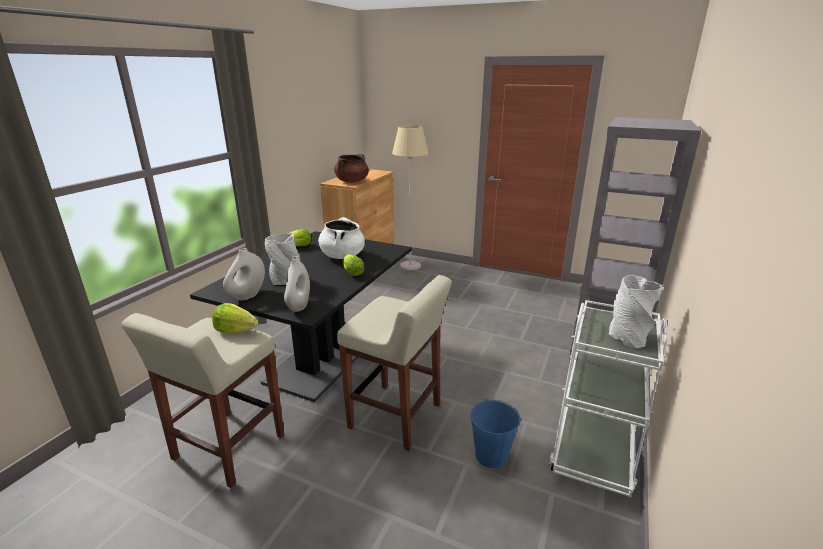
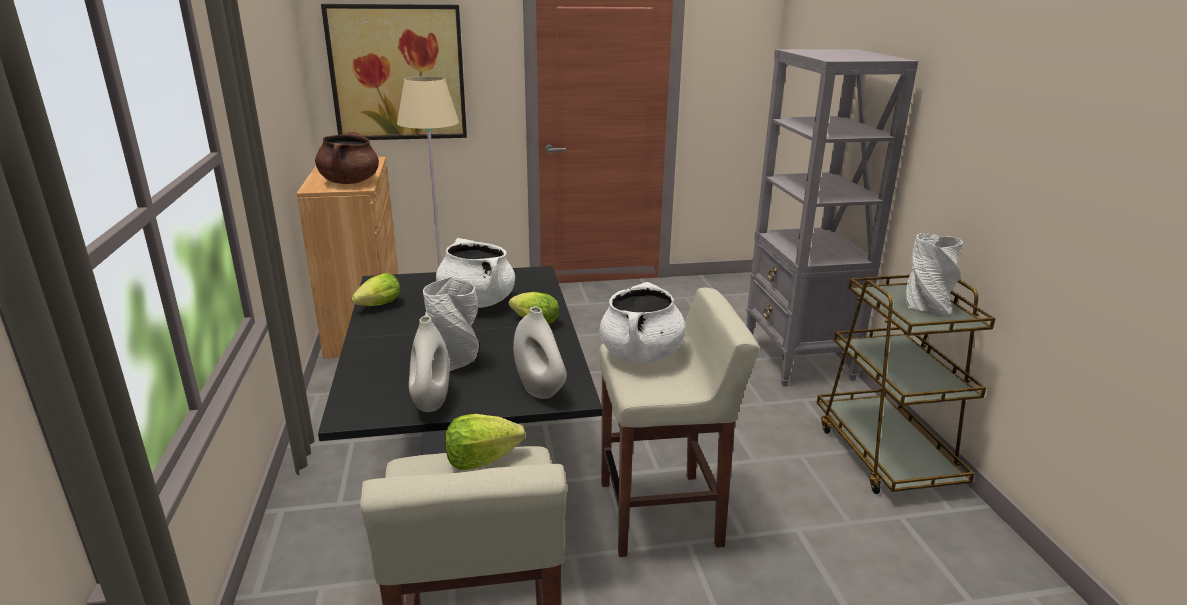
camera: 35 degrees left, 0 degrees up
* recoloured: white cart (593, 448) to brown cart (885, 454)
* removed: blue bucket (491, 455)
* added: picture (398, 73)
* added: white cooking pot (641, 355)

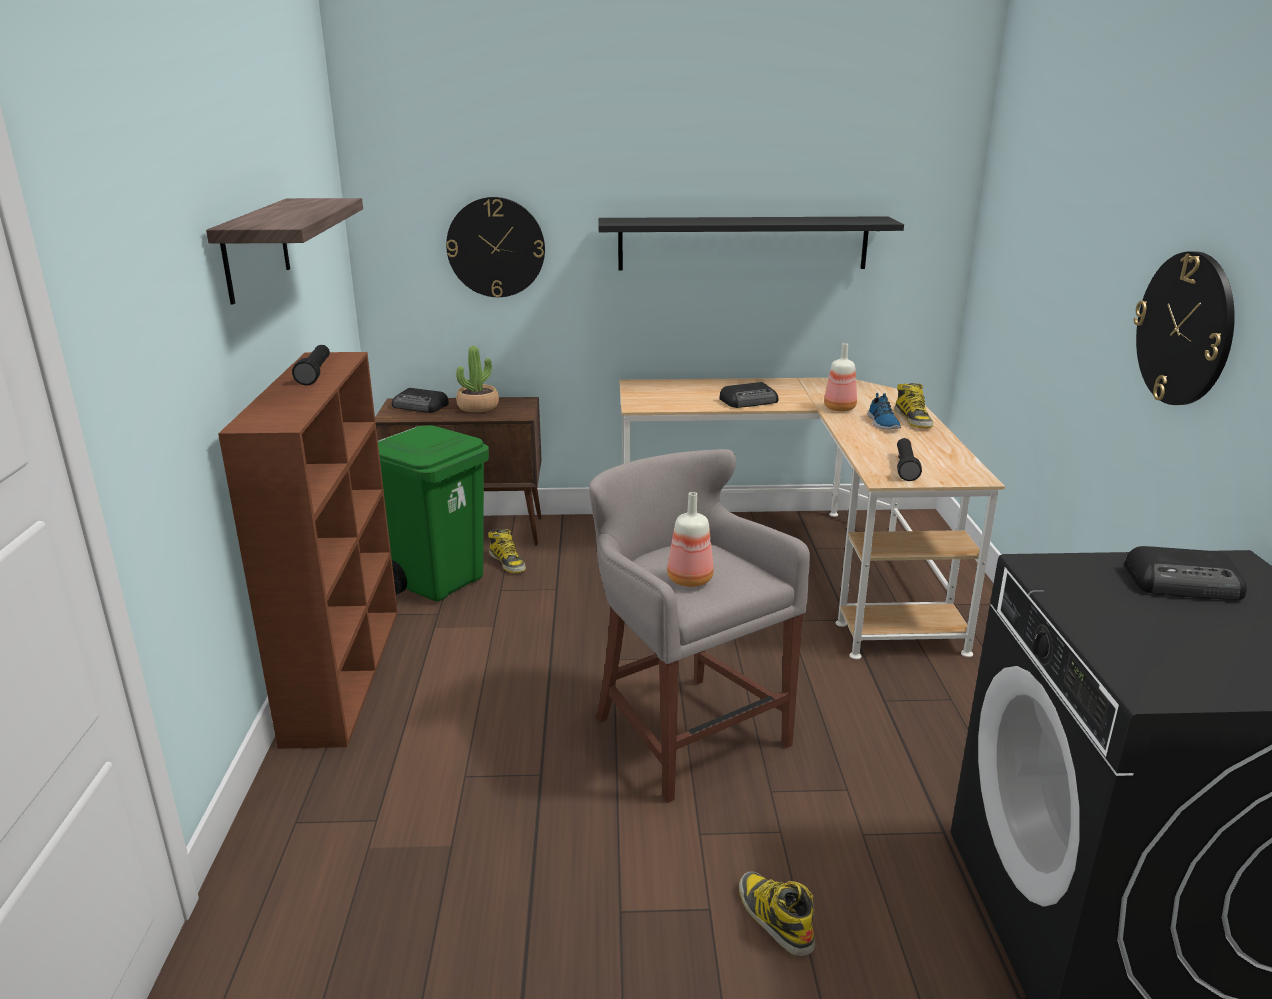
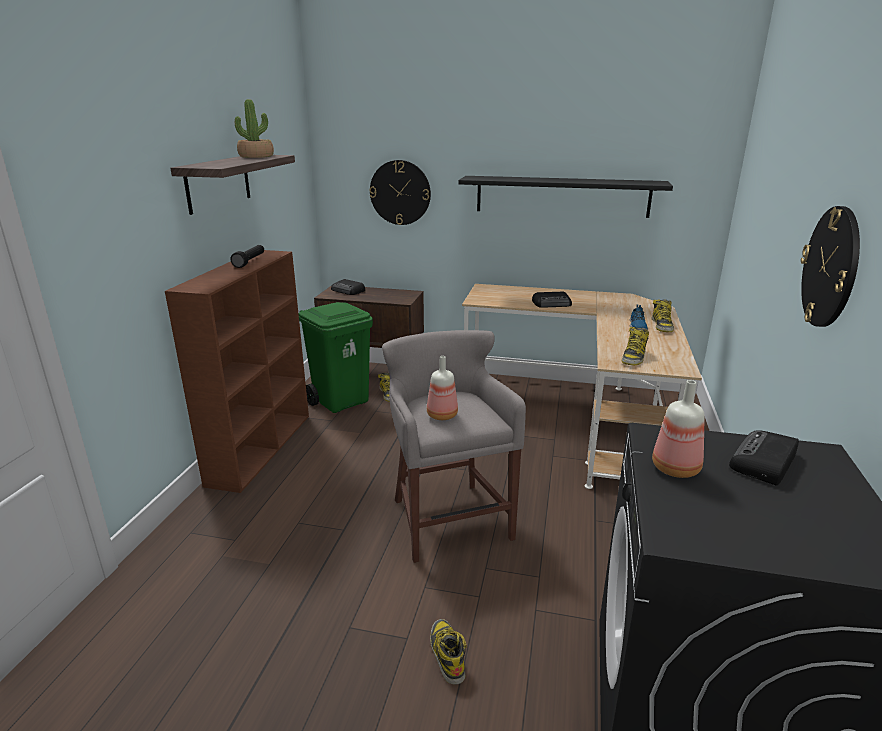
camera: 15 degrees right, 0 degrees up
* moved: bottle (840, 408) to (676, 468)
* moved: potted plant (478, 407) to (256, 156)
* replaced: black flashlight (905, 467) to boot (634, 357)
* turned: radio (1185, 583) = (763, 462) 105 degrees clockwise

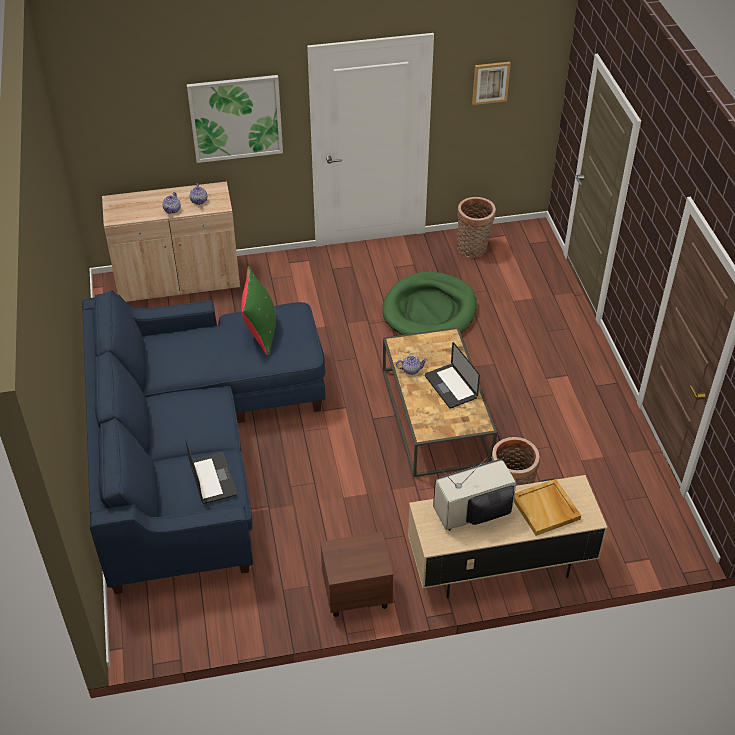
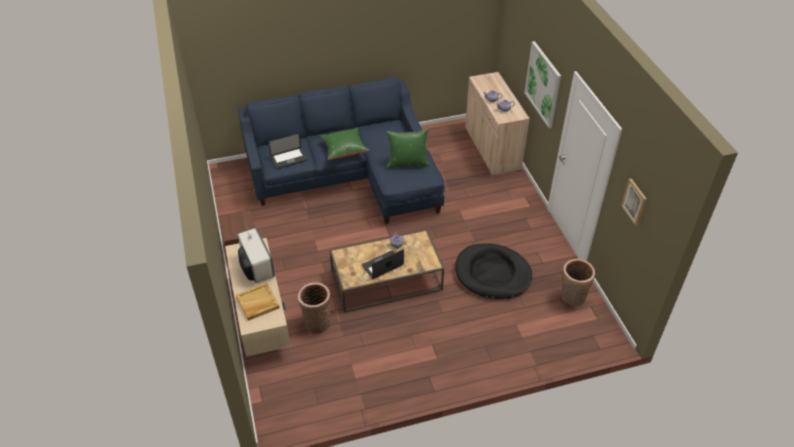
camera: 85 degrees right, 0 degrees up
* recoloured: green dog bed (429, 310) to black dog bed (492, 274)
* added: green pillow (344, 150)

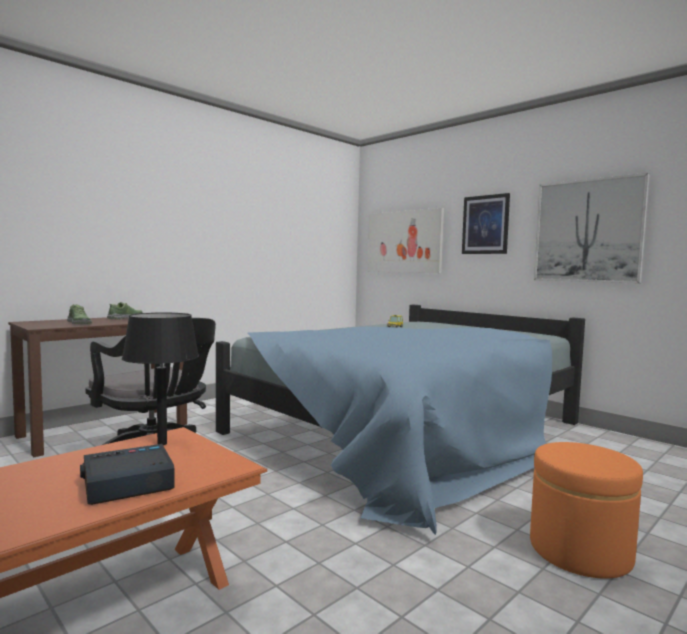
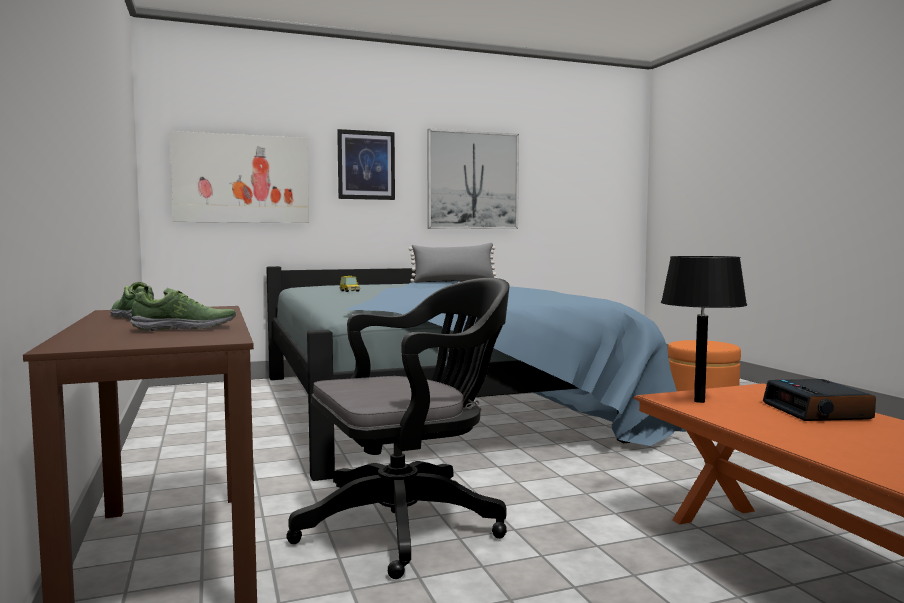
camera: 65 degrees left, 0 degrees up
* added: grey pillow (454, 282)

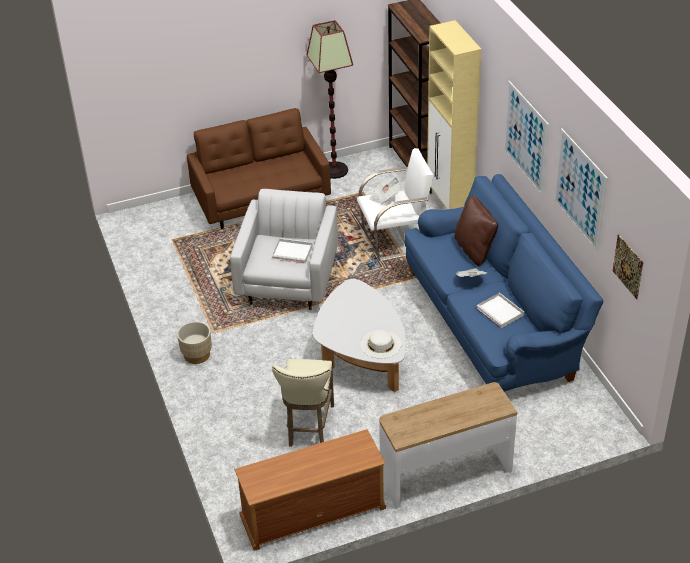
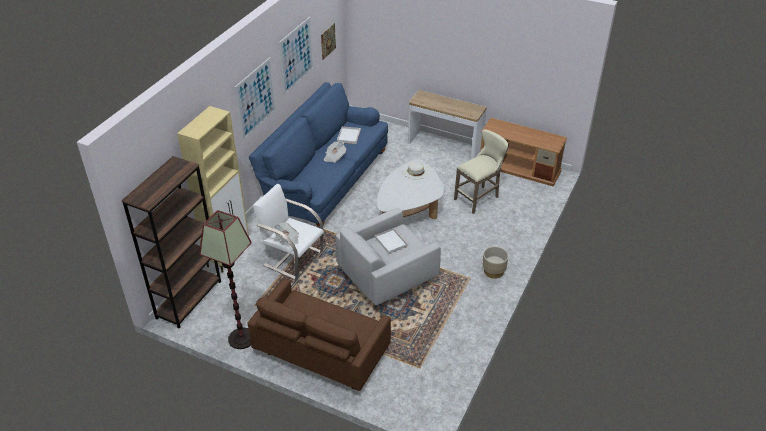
camera: 135 degrees left, 0 degrees up
* removed: brown pillow (474, 250)

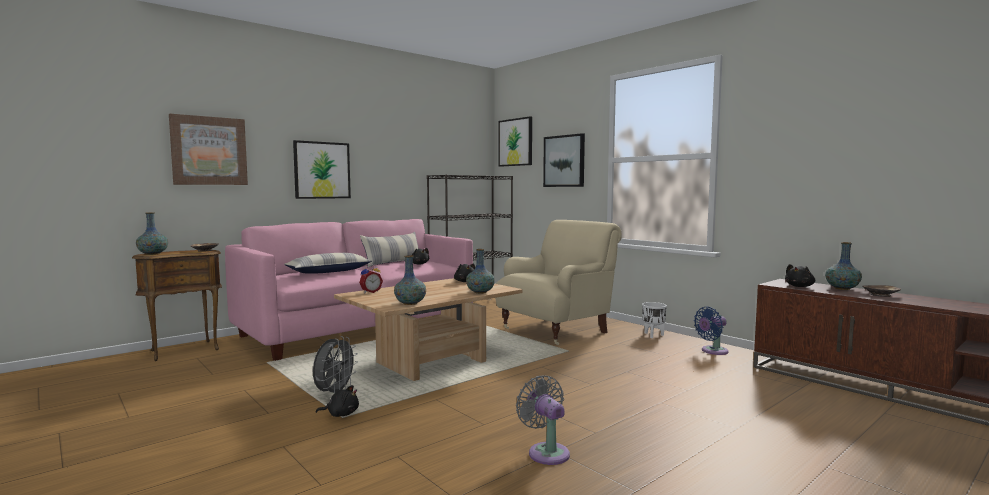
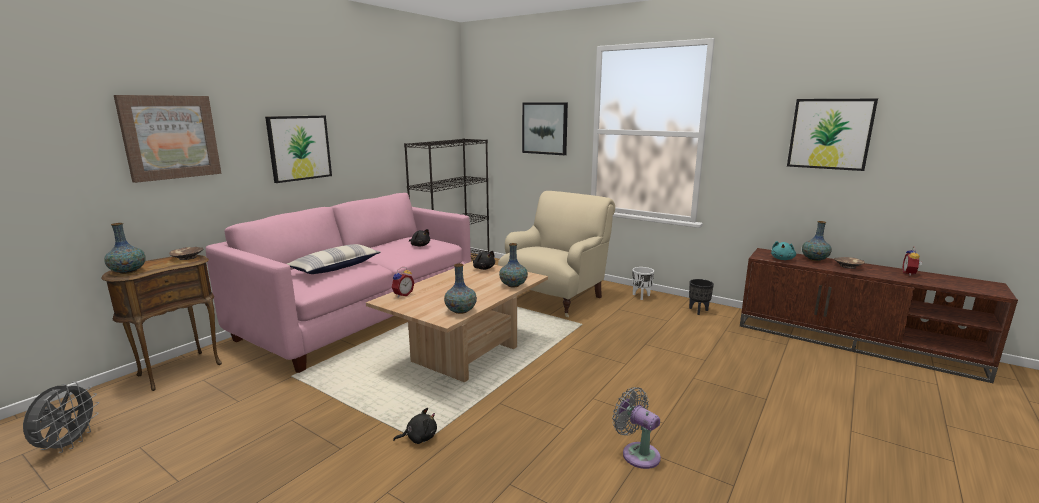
camera: 15 degrees left, 10 degrees up
* moved: picture (515, 142) to (830, 134)
* removed: pillow (393, 263)
* recoloured: black plush toy (800, 286) to turquoise plush toy (782, 259)
* replaced: blue fan (712, 351) to black planter (698, 311)
* moved: grey fan (334, 393) to (68, 444)
* added: alarm clock (910, 274)

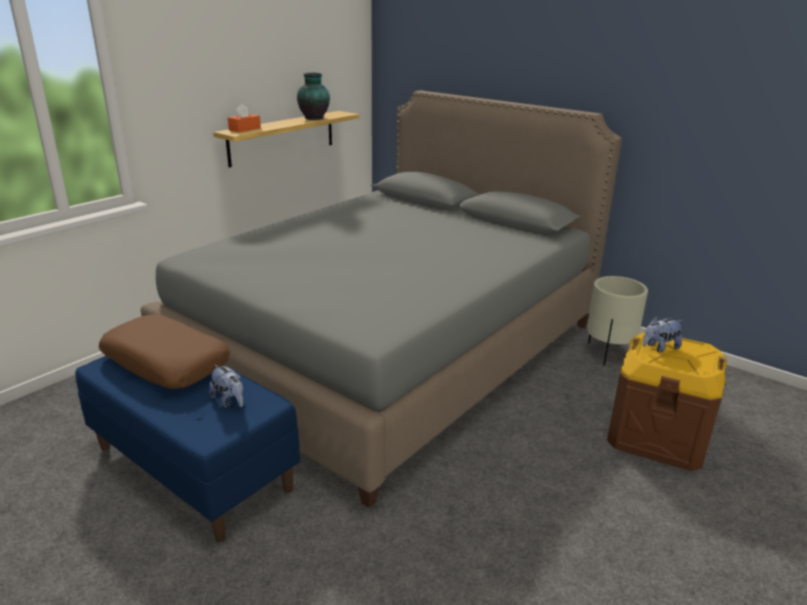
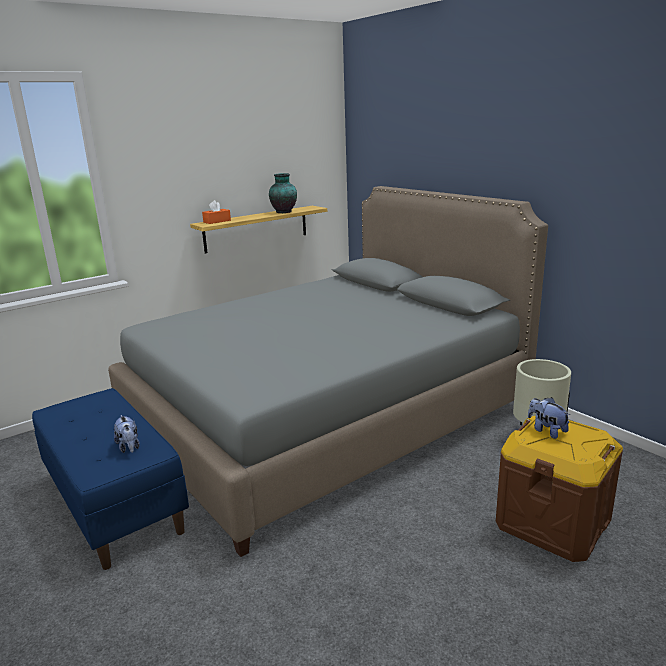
camera: 15 degrees right, 5 degrees down
* removed: brown pillow (167, 362)
* turned: plush toy (659, 348) = (546, 430) 60 degrees clockwise

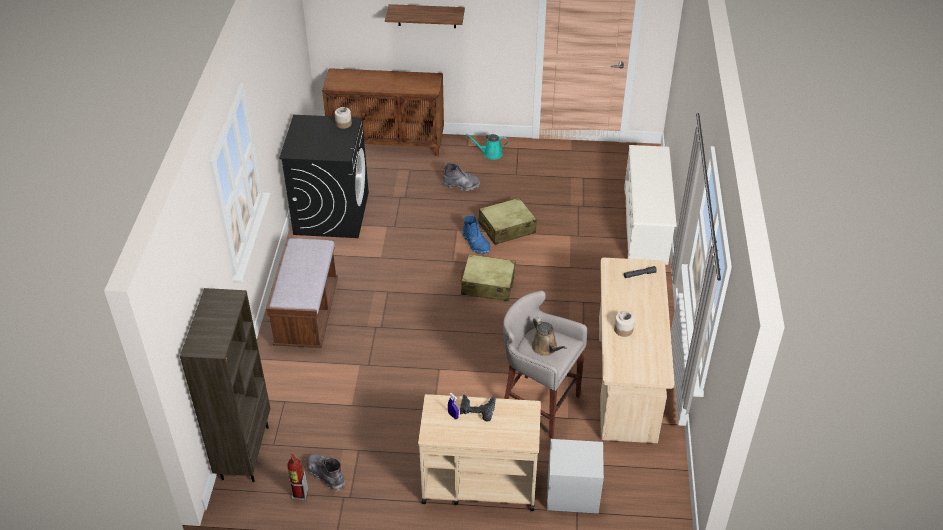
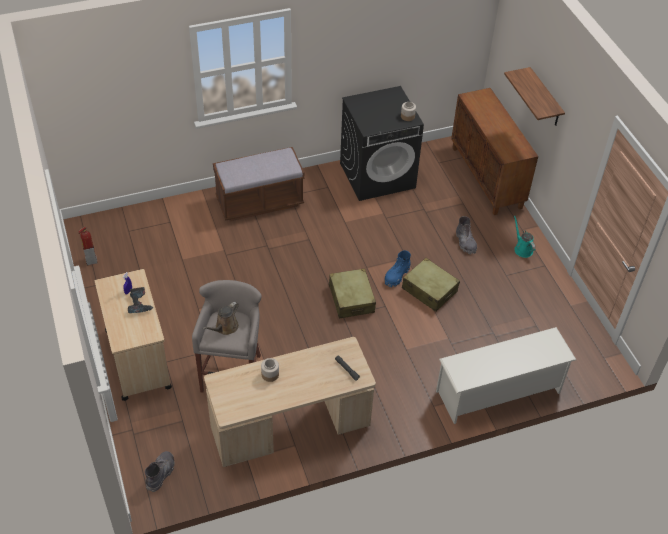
camera: 65 degrees right, 5 degrees up
* removed: brown bookcase (244, 452)
* removed: grey nightstand (572, 494)
* moved: grey boot (326, 475) to (161, 473)

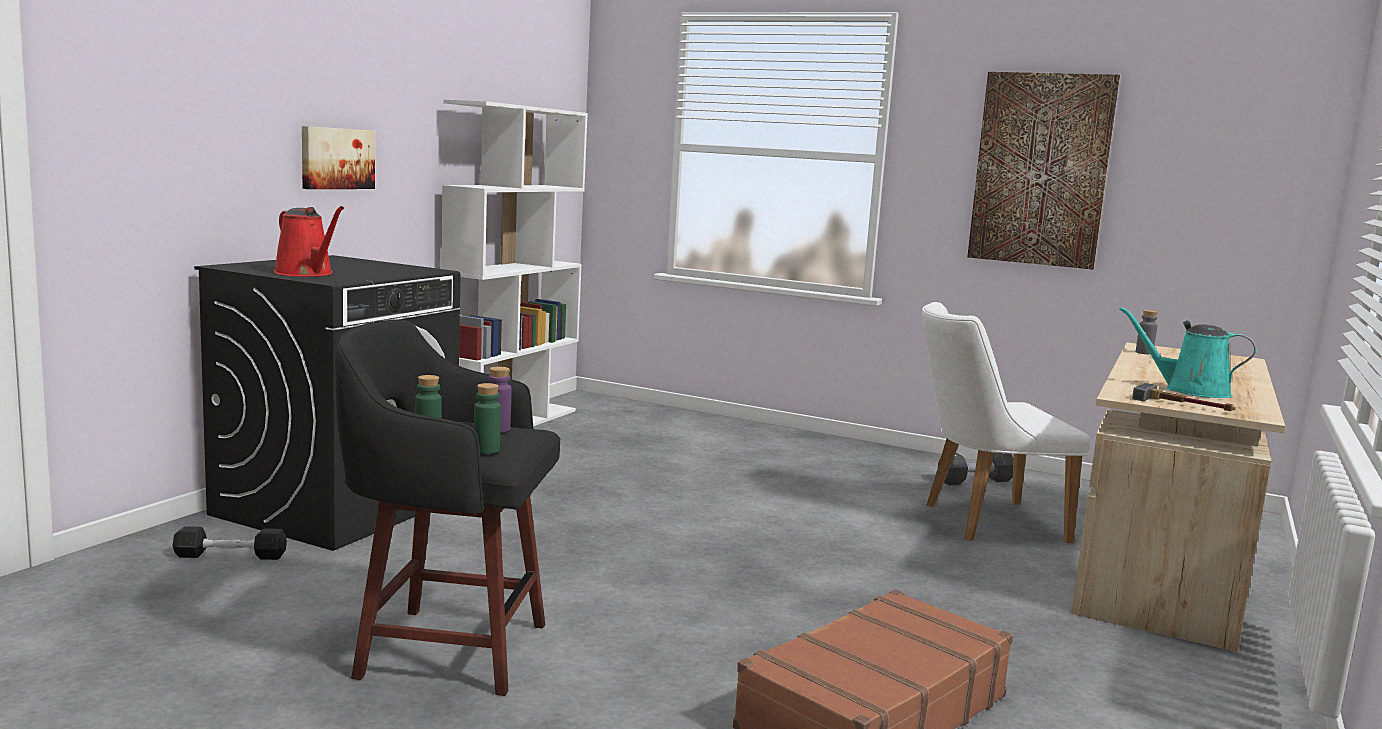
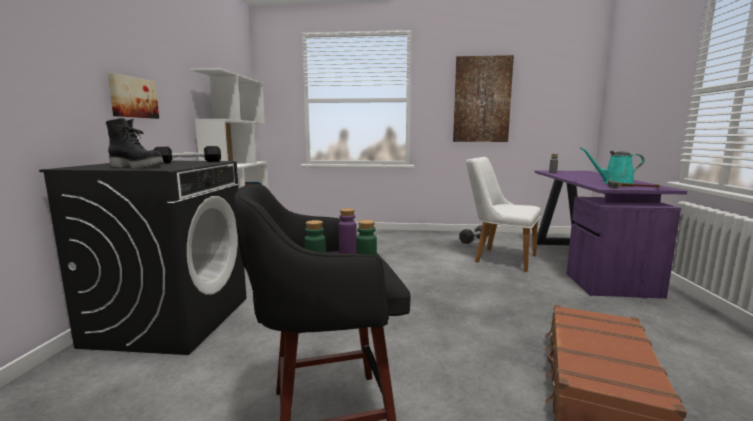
camera: 20 degrees left, 0 degrees up
* replaced: red watering can (307, 273) to black boot (138, 167)
* turned: white chair (981, 521) = (499, 258) 60 degrees clockwise
* recoloured: beige desk (1162, 565) to purple desk (585, 263)
* moved: black dumbbell (231, 555) to (189, 162)

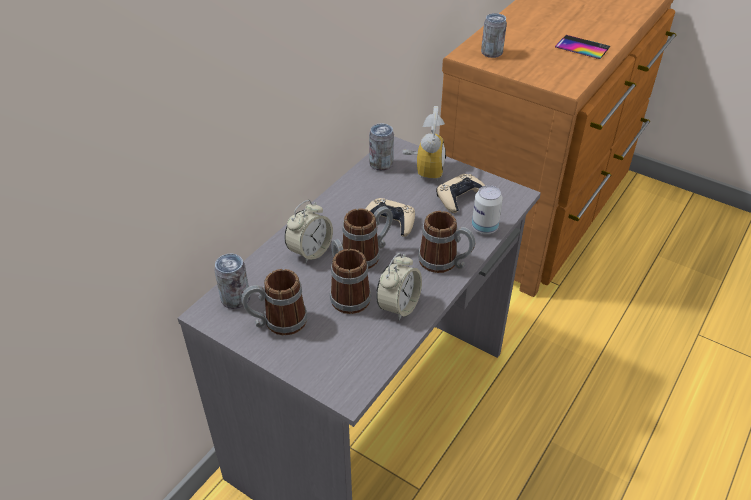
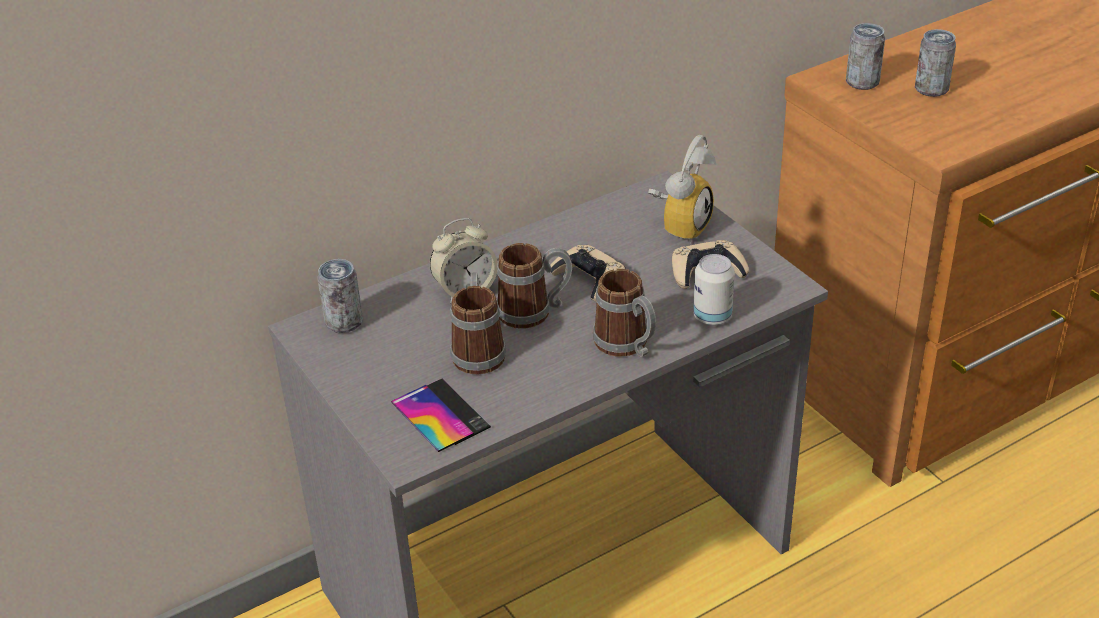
camera: 25 degrees right, 5 degrees down
* moved: phone (582, 47) to (440, 415)
* moved: can (381, 164) to (931, 89)
* removed: alarm clock (398, 306)
* removed: mug (277, 322)

